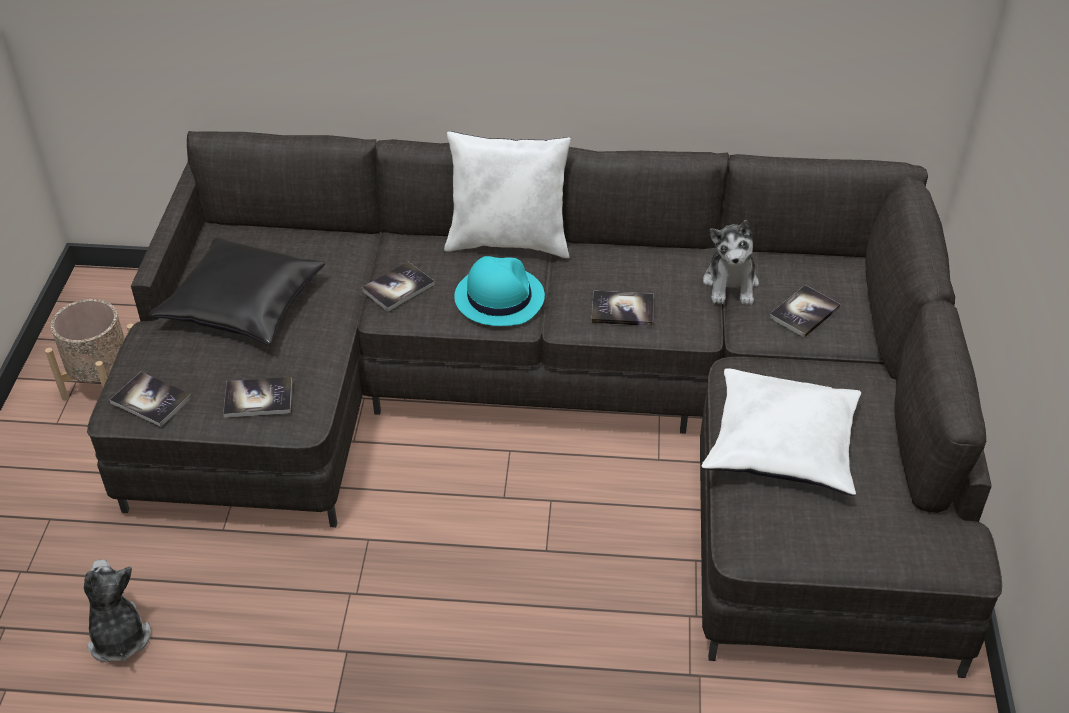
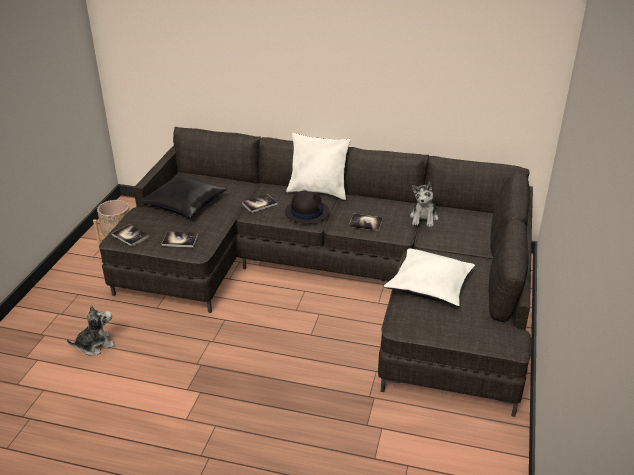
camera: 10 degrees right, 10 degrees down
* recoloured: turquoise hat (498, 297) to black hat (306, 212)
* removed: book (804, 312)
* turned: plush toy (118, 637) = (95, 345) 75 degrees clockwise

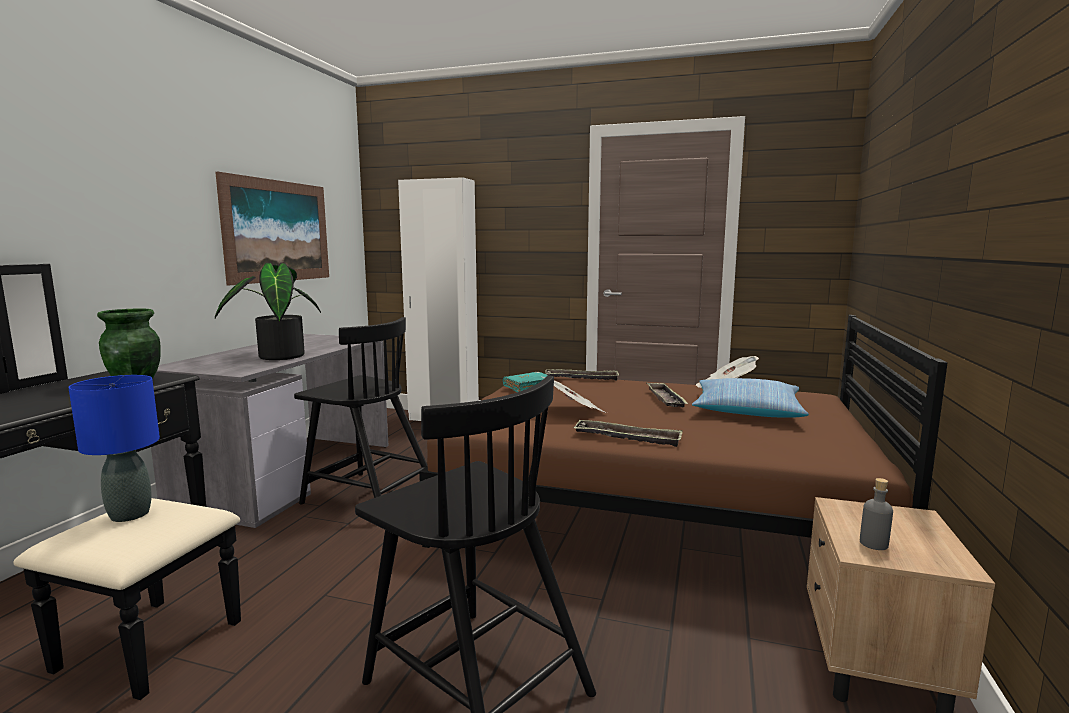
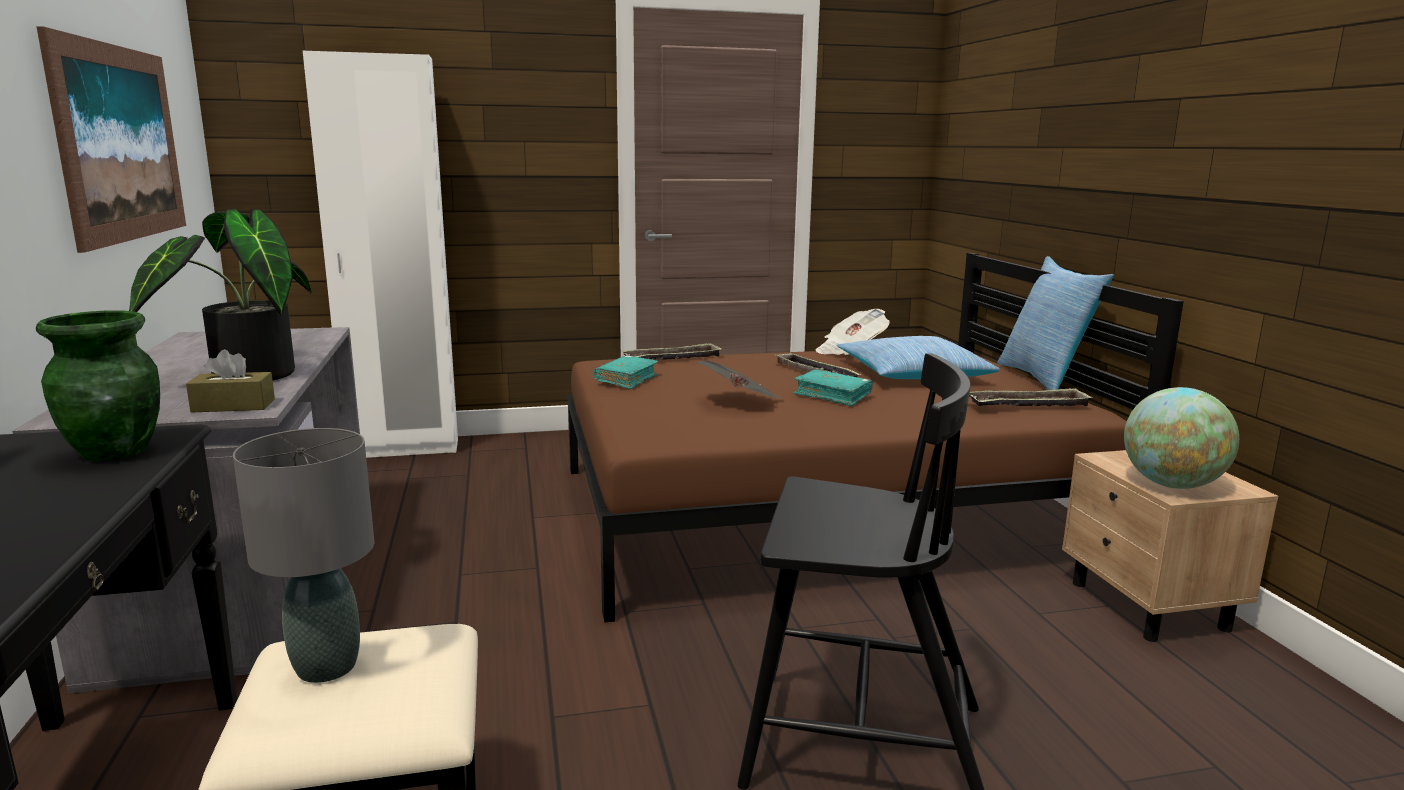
camera: 30 degrees left, 5 degrees up
* removed: black chair (368, 497)
* recoloured: blue table lamp (129, 514) to grey table lamp (325, 667)
* moved: tray (627, 438) to (1028, 405)
* replaced: grey bottle (873, 544) to globe (1172, 485)
* added: pillow (1044, 379)
* added: brown tissue box (233, 406)
* added: turquoise book (833, 396)

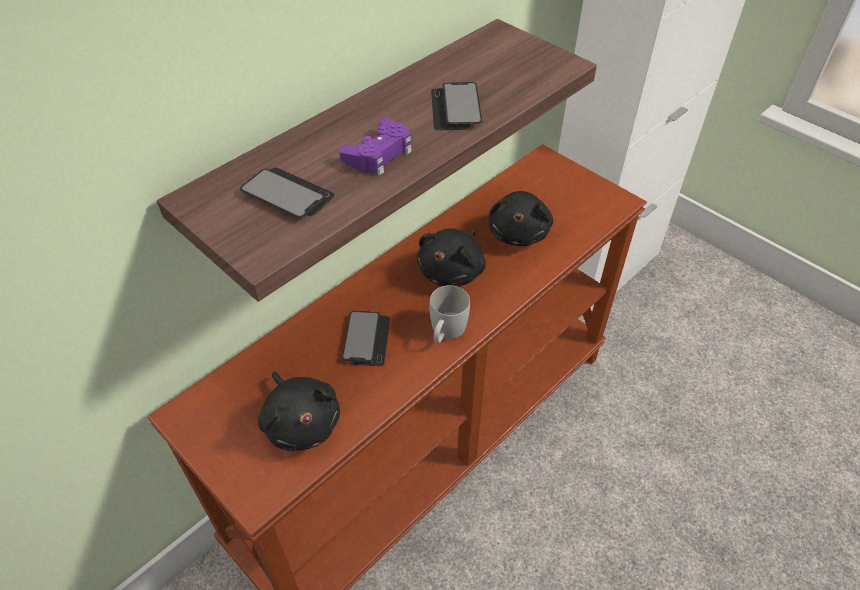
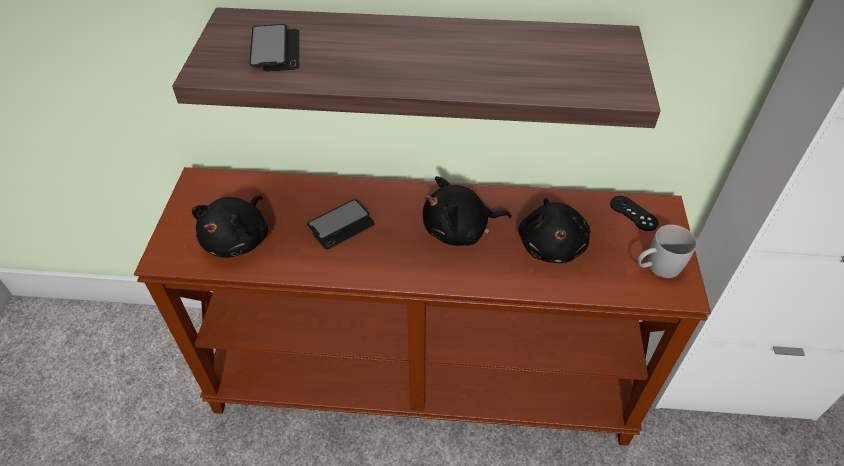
camera: 50 degrees right, 0 degrees up
* removed: phone (455, 108)
* removed: purple game controller (379, 154)
* turned: black plush toy (518, 232) = (551, 244) 60 degrees counterclockwise
* moved: white mug (446, 332) to (657, 267)
* added: black game controller (633, 213)

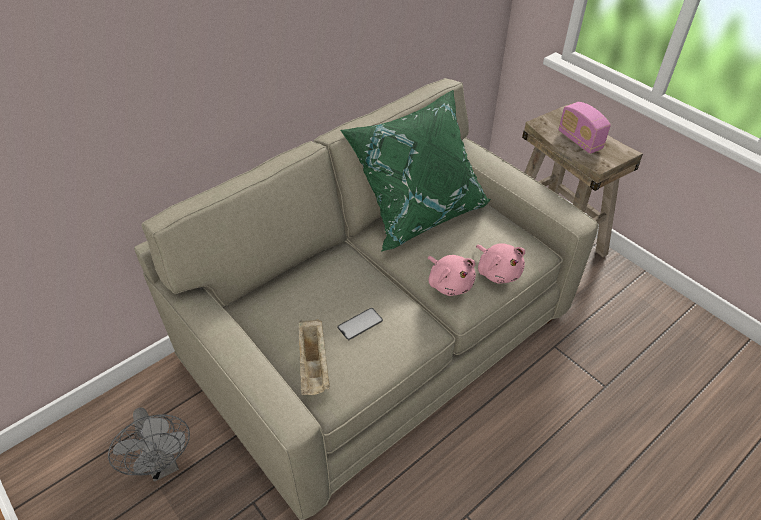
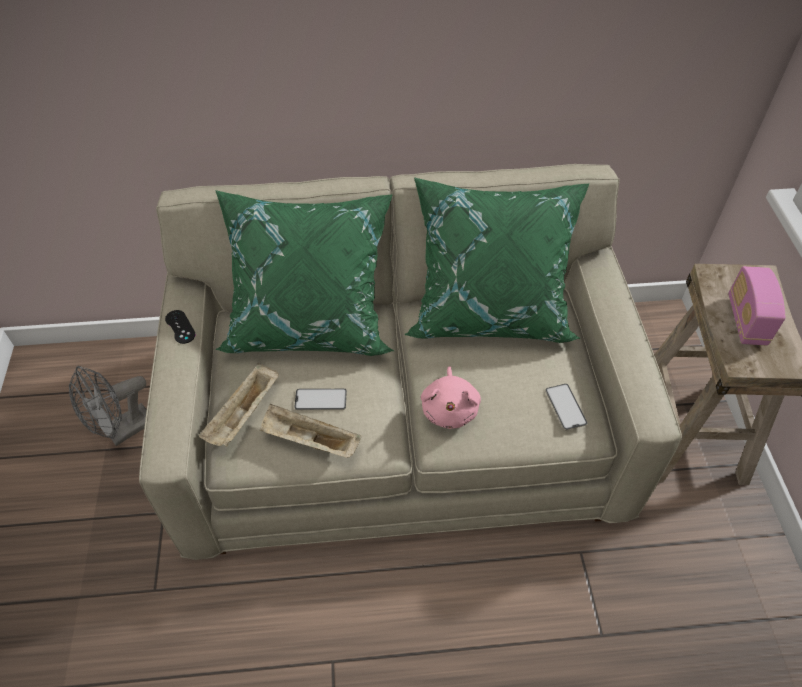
camera: 35 degrees right, 5 degrees up
* removed: pink plush toy (498, 271)
* turned: grey fan (163, 464) = (123, 431) 45 degrees clockwise
* added: green pillow (310, 322)
* added: black game controller (180, 327)
* added: phone (565, 407)
* added: beige tray (309, 441)

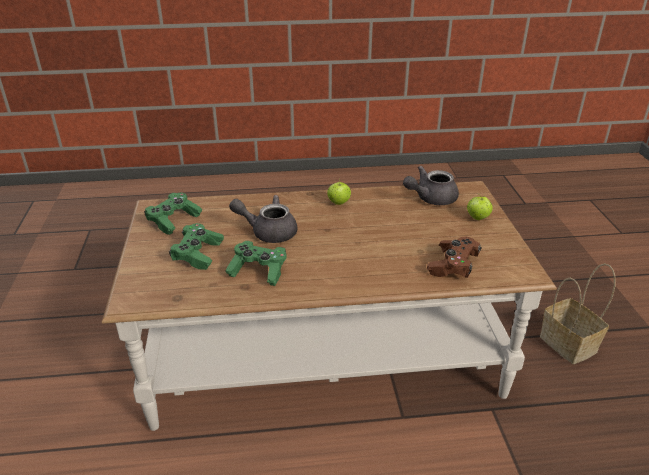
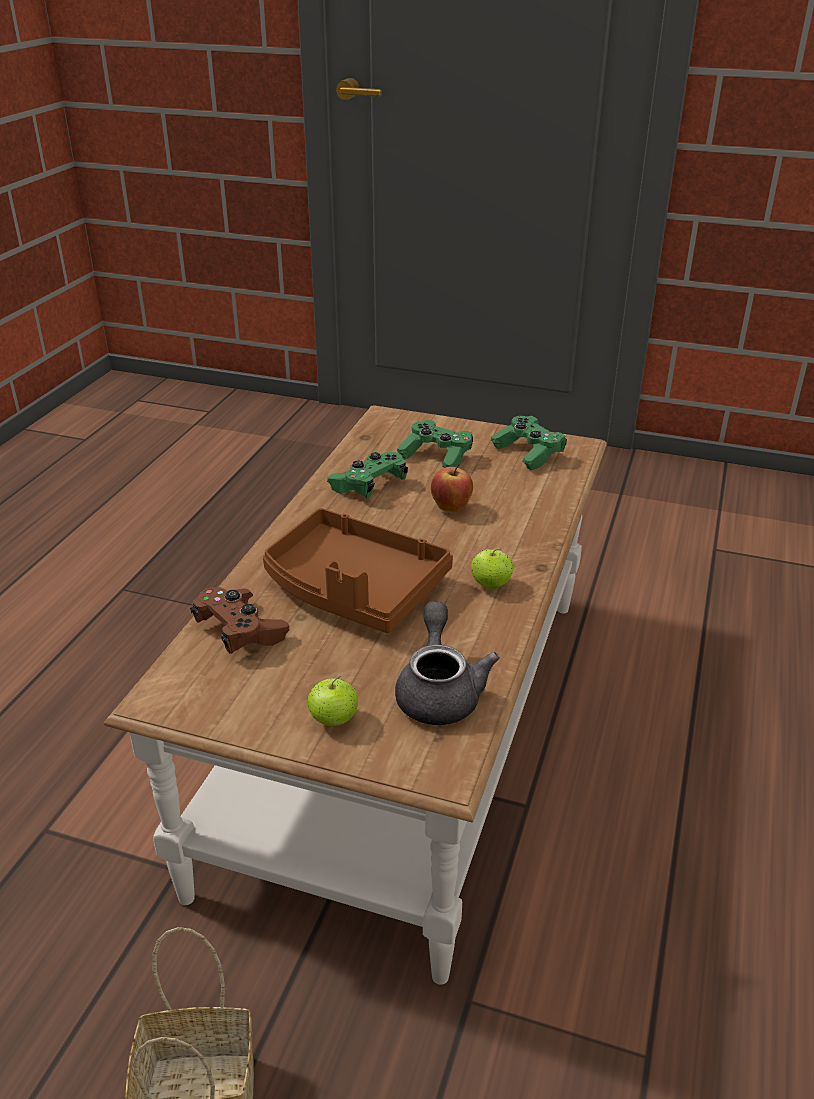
camera: 115 degrees right, 0 degrees up
* replaced: grey teapot (268, 232) to apple (451, 509)
* added: brown tray (353, 589)

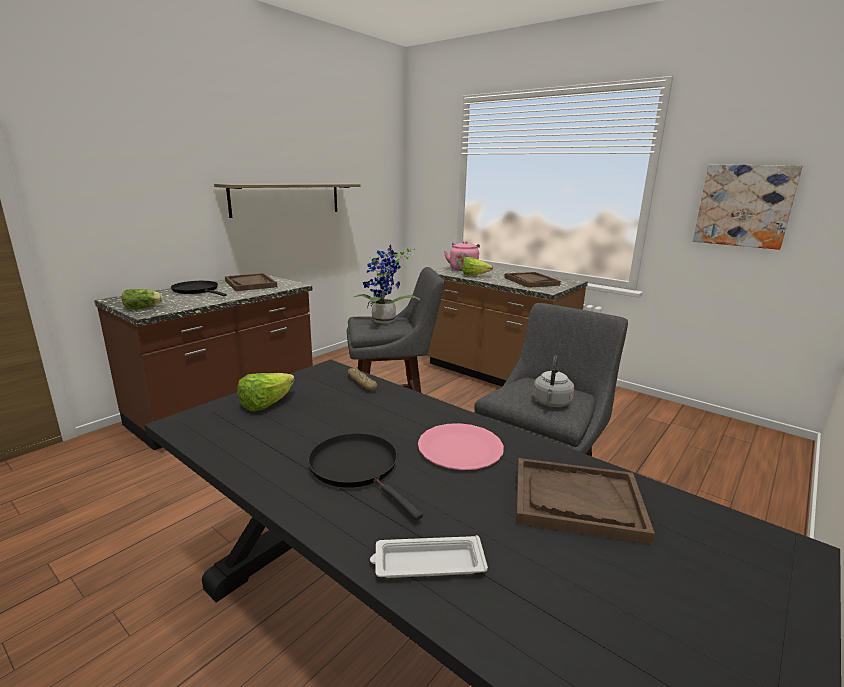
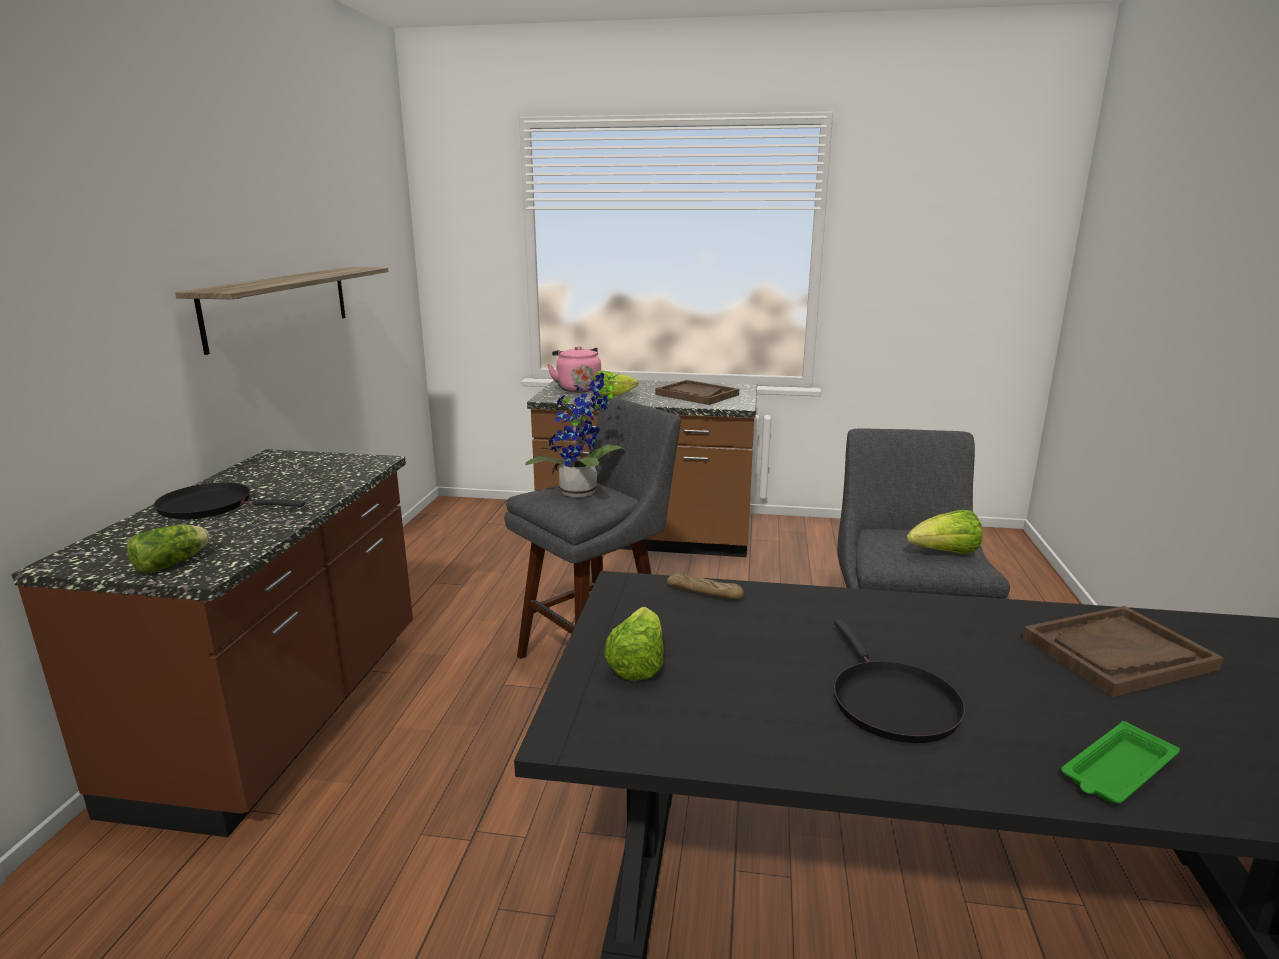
camera: 30 degrees left, 0 degrees up
* removed: picture (744, 206)
* removed: brown tray (251, 284)
* replaced: grey kettle (551, 403) to lettuce (944, 554)
* removed: pink plate (460, 448)
* turned: black frying pan (357, 468) = (890, 702) 120 degrees counterclockwise
* recoloured: white tray (427, 563) to green tray (1117, 771)

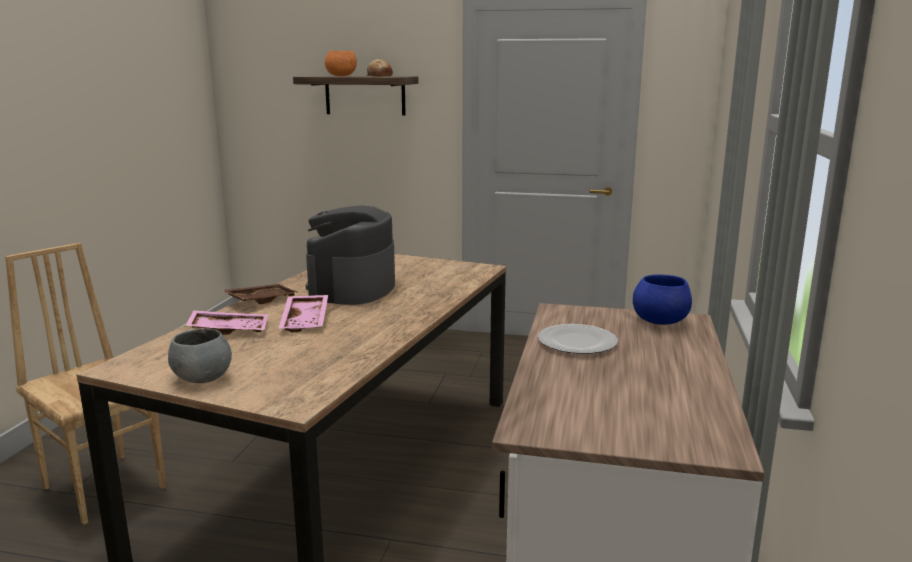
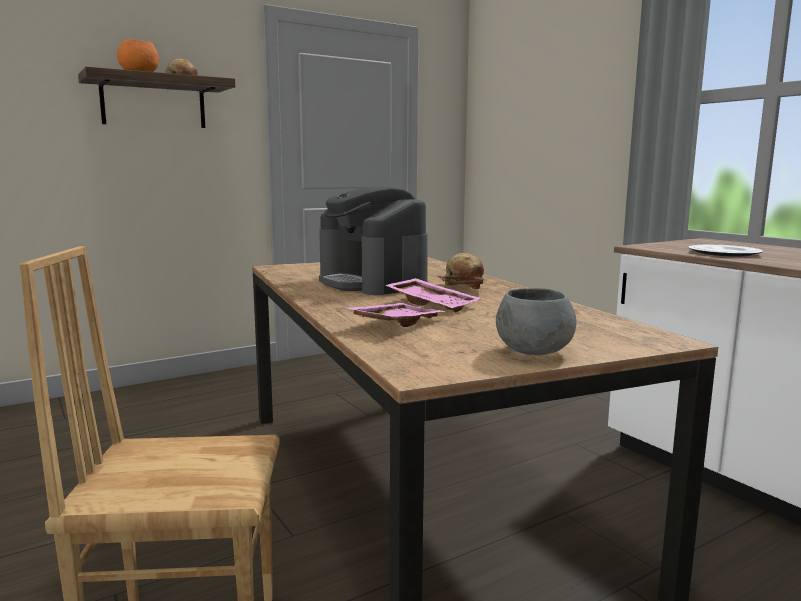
camera: 45 degrees left, 5 degrees down
* removed: blue bowl (660, 321)
* moved: brown tray (261, 300) to (459, 289)
* added: bread (464, 276)

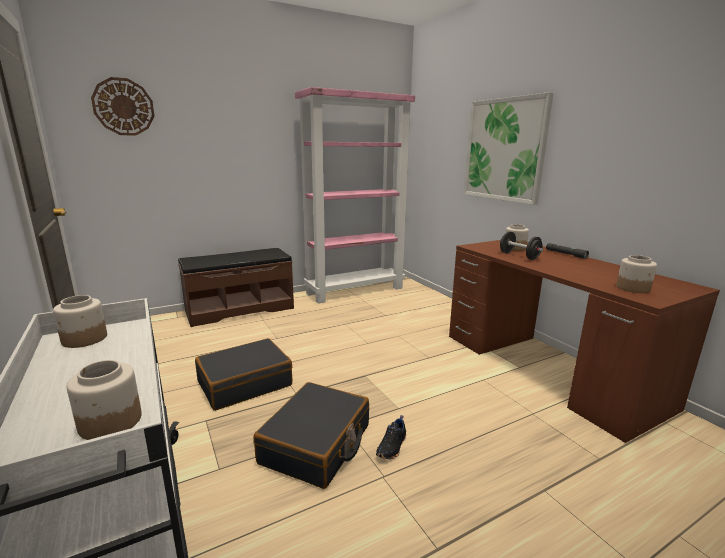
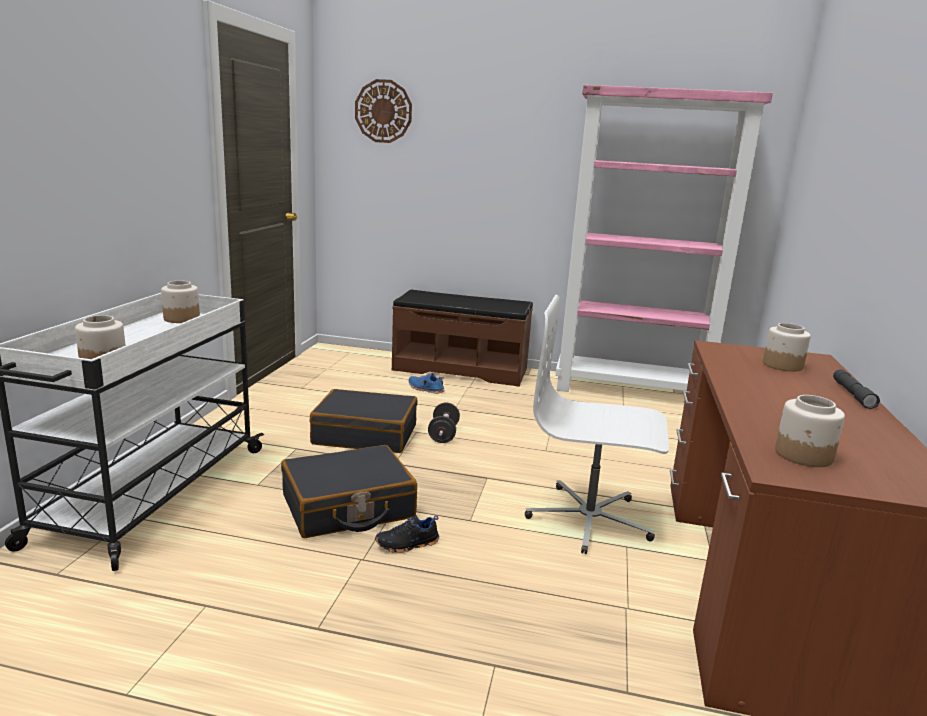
camera: 40 degrees right, 0 degrees up
* removed: picture (504, 150)
* moved: black dumbbell (519, 256) to (443, 434)
* added: white office chair (589, 519)
* added: blue shoe (425, 389)

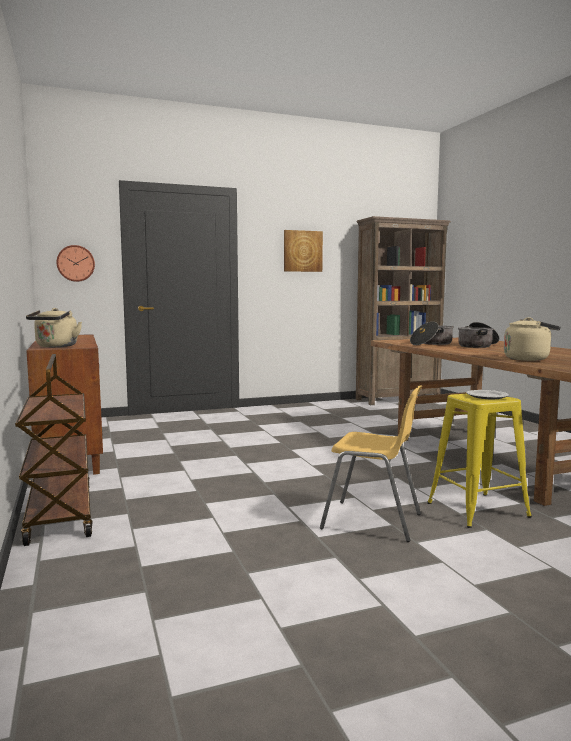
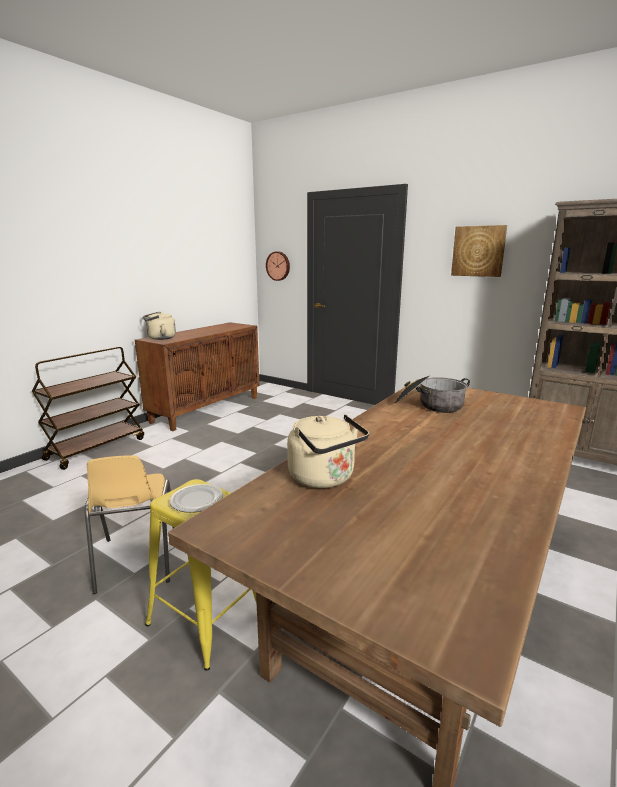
camera: 55 degrees right, 10 degrees up
* removed: cooking pot (478, 345)

